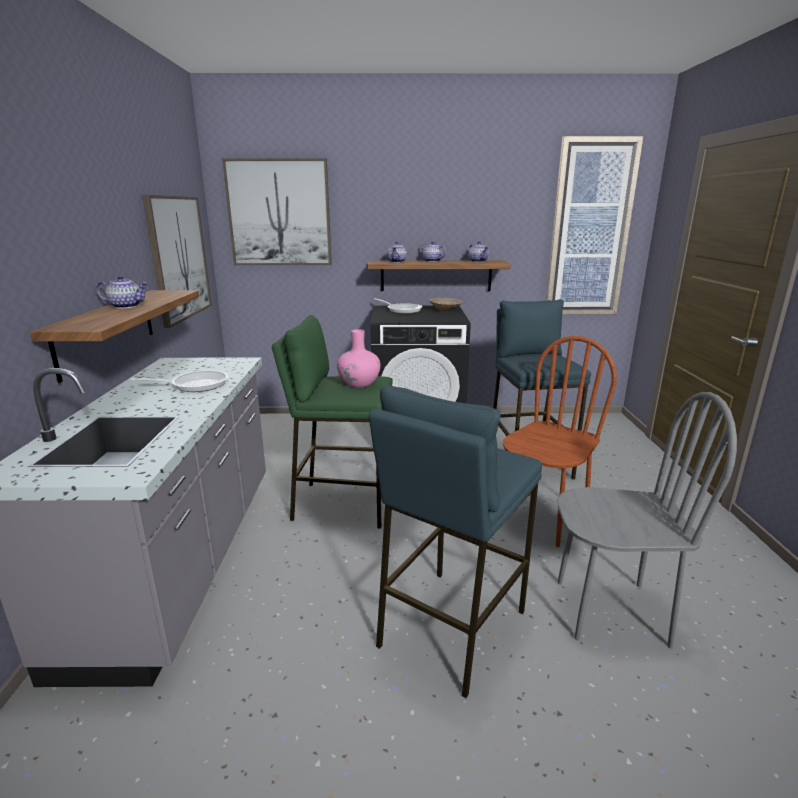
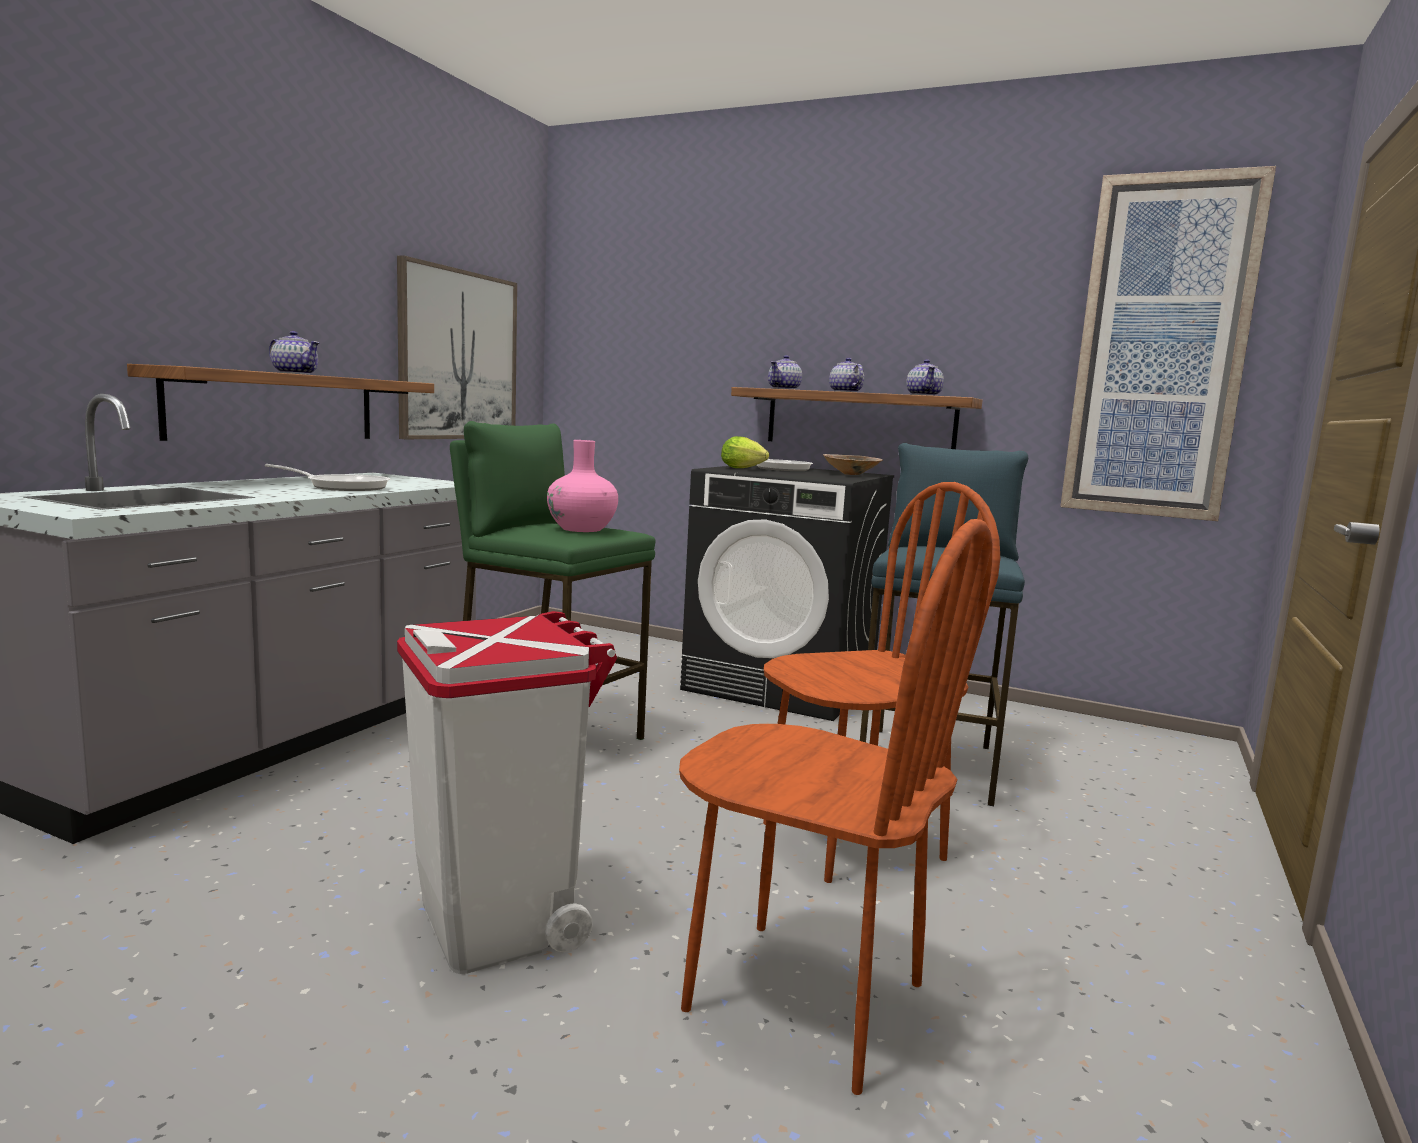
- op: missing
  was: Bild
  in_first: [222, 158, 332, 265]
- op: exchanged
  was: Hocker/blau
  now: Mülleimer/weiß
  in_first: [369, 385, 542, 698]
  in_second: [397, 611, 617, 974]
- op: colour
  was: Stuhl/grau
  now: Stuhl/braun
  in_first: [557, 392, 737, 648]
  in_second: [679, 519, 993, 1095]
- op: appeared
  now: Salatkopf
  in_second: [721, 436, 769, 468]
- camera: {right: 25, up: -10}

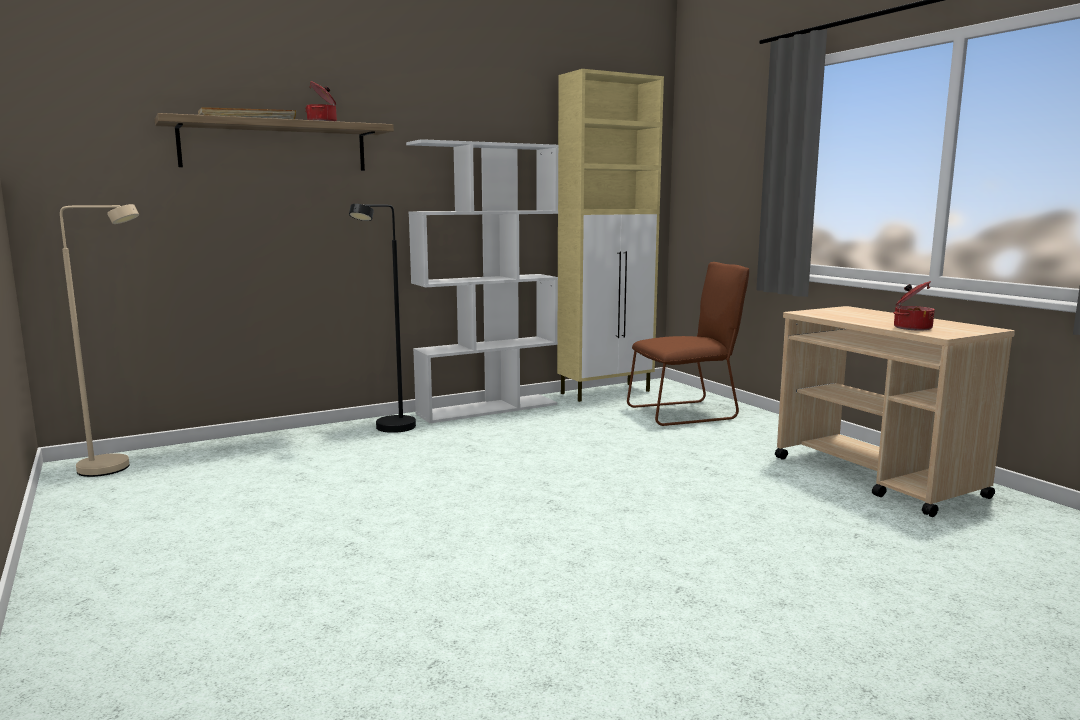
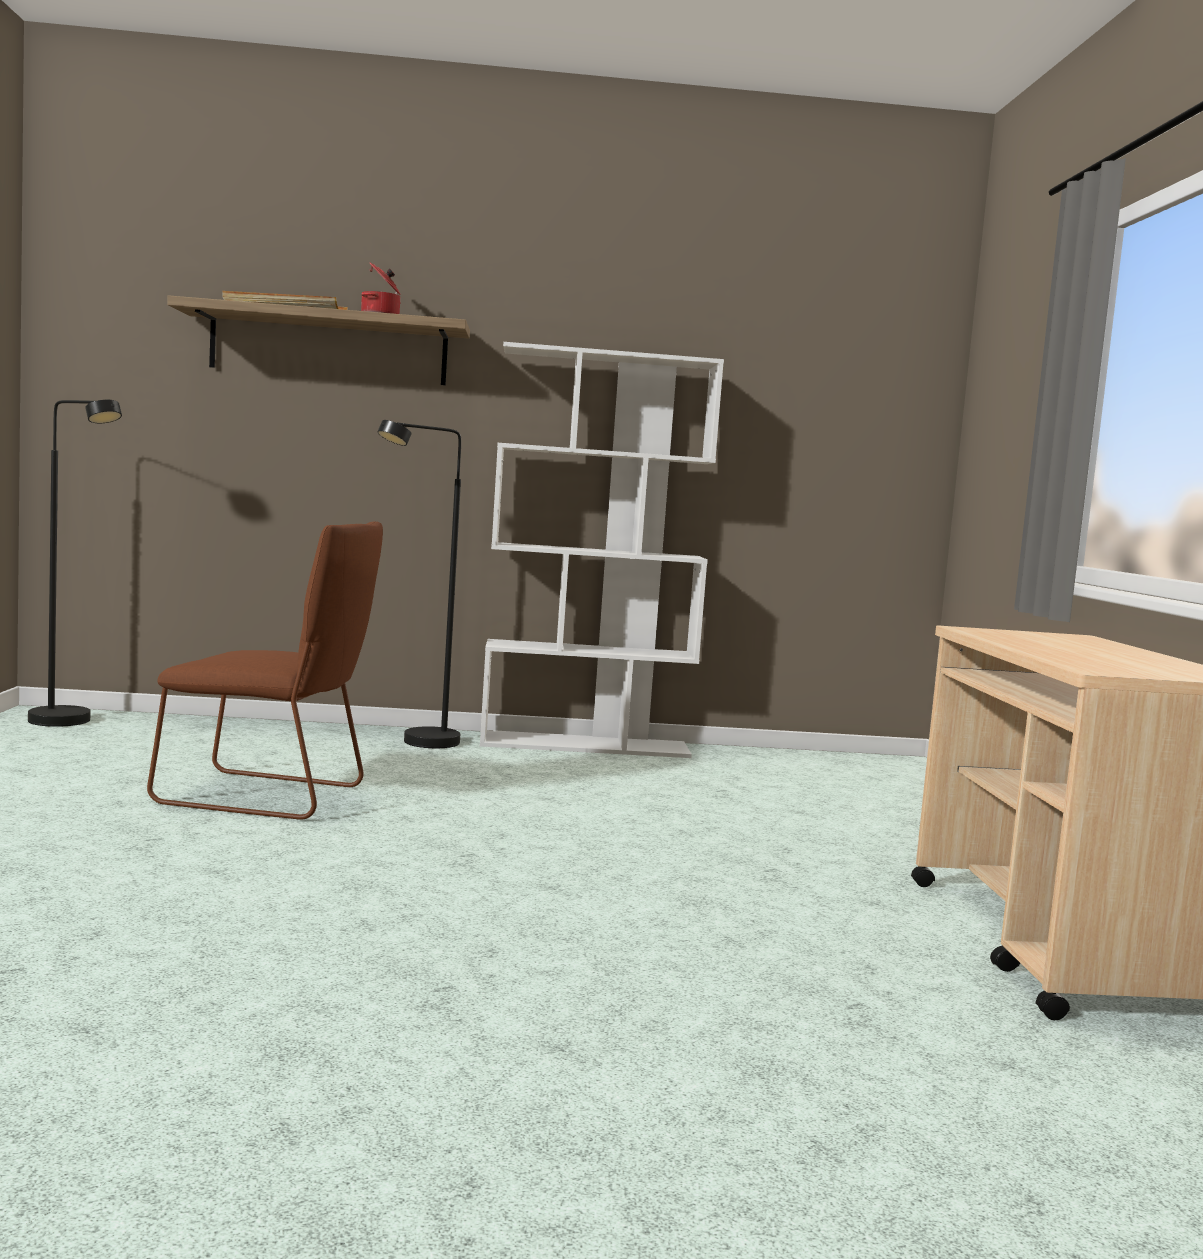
- op: colour
  was: Stehlampe/beige
  now: Stehlampe/schwarz
  in_first: [60, 204, 139, 477]
  in_second: [28, 400, 122, 727]
- op: missing
  was: Schrank/beige
  in_first: [557, 69, 664, 402]
- op: relocated
  was: Stuhl/braun
  in_first: [627, 262, 749, 426]
  in_second: [147, 522, 383, 820]
- op: missing
  was: Kochtopf
  in_first: [894, 281, 935, 331]
- camera: {right: 25, up: -5}

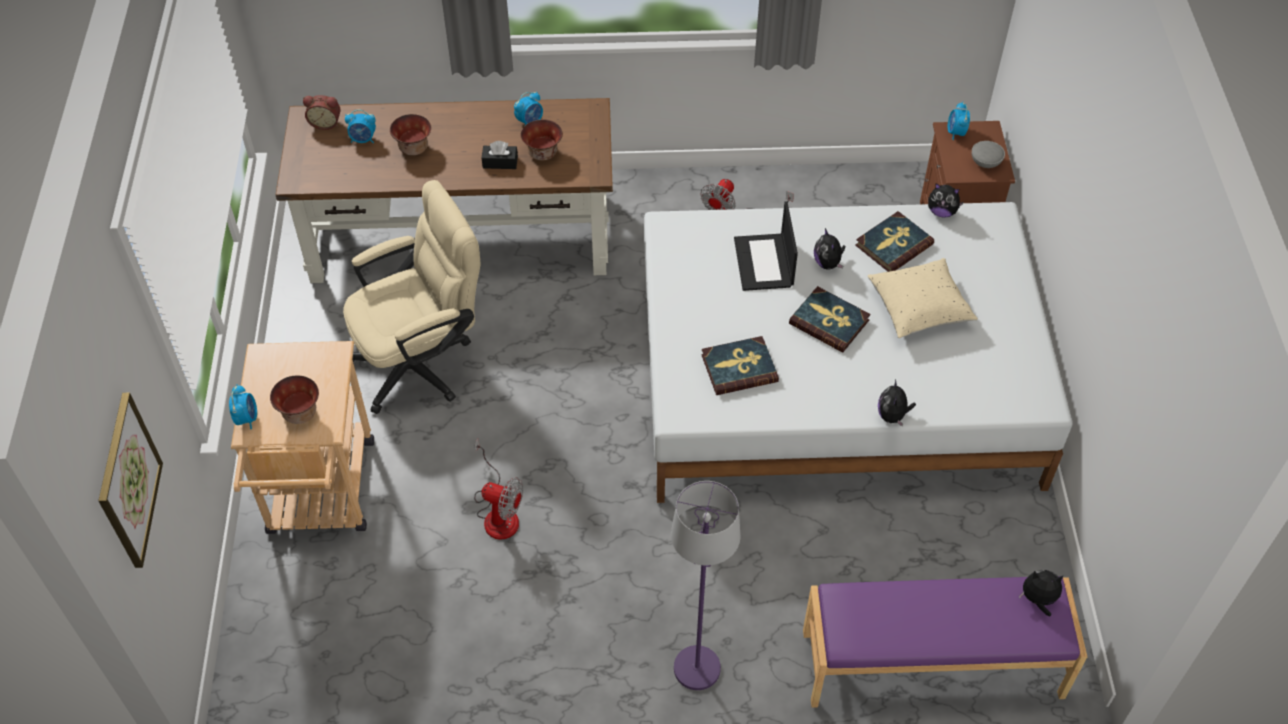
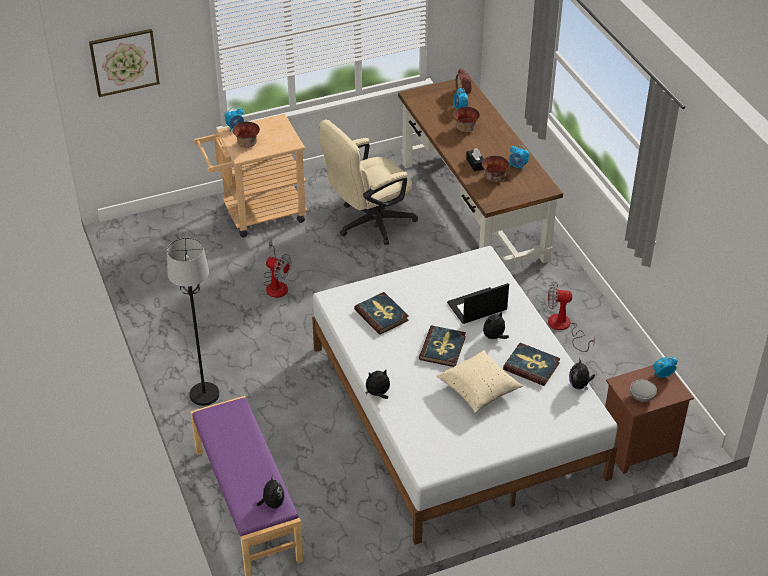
- op: spun
  was: Bürostuhl/beige
  in_first: [343, 180, 480, 414]
  in_second: [318, 120, 418, 245]
  clockwise: 105
- op: spun
  was: Ventilator
  in_first: [474, 438, 523, 540]
  in_second: [263, 240, 292, 298]
  clockwise: -60
- op: colour
  was: Stehlampe/lila
  now: Stehlampe/schwarz
  in_first: [671, 481, 741, 690]
  in_second: [167, 238, 219, 406]
- camera: {right: 70, up: -10}

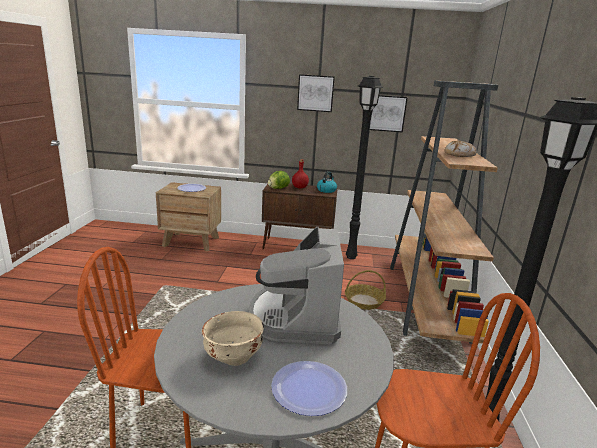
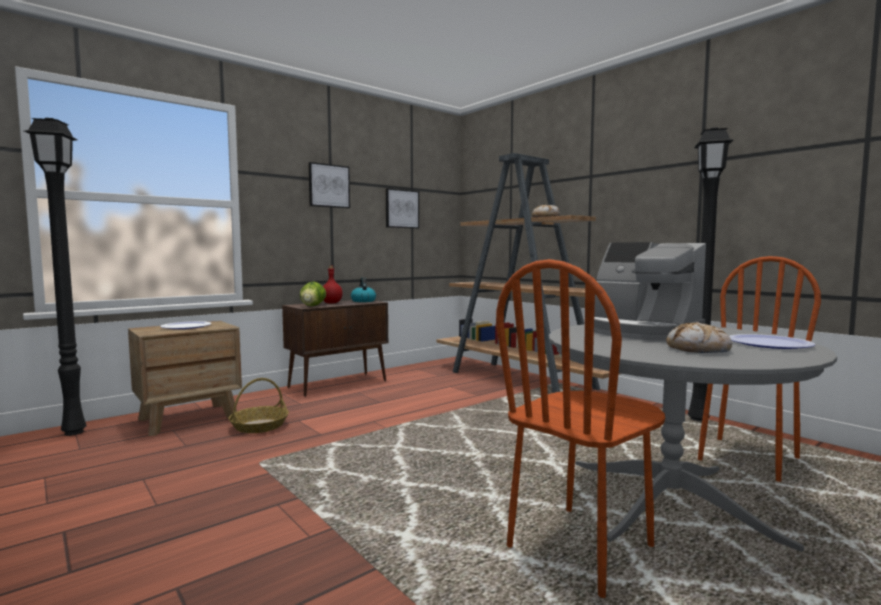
- op: exchanged
  was: Schüssel/beige
  now: Brot
  in_first: [202, 311, 264, 366]
  in_second: [666, 322, 732, 353]
- op: relocated
  was: Korb
  in_first: [345, 270, 386, 310]
  in_second: [229, 378, 289, 433]
- op: relocated
  was: Stehlampe/schwarz
  in_first: [346, 76, 383, 259]
  in_second: [24, 118, 87, 436]
- camera: {right: -45, up: -15}

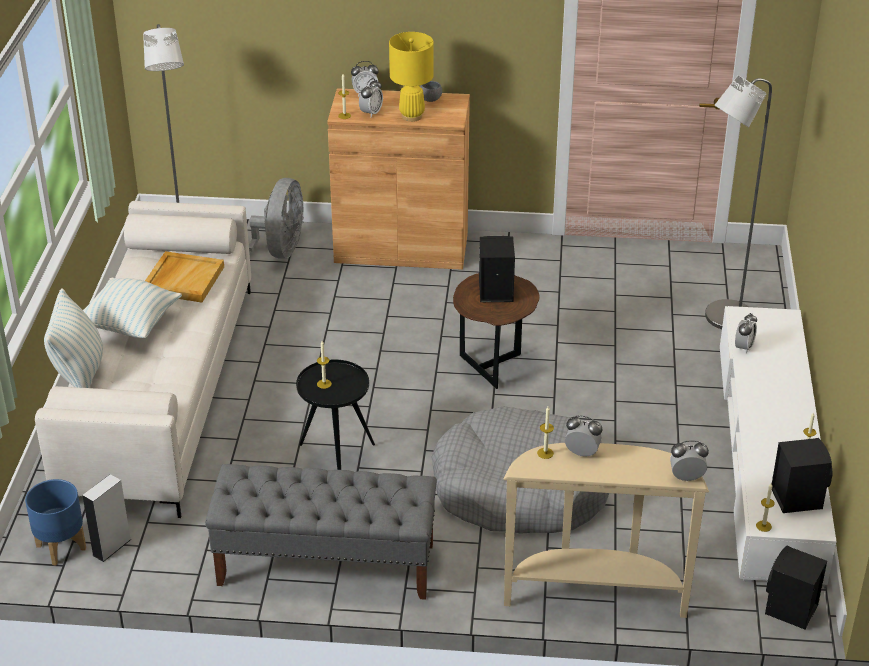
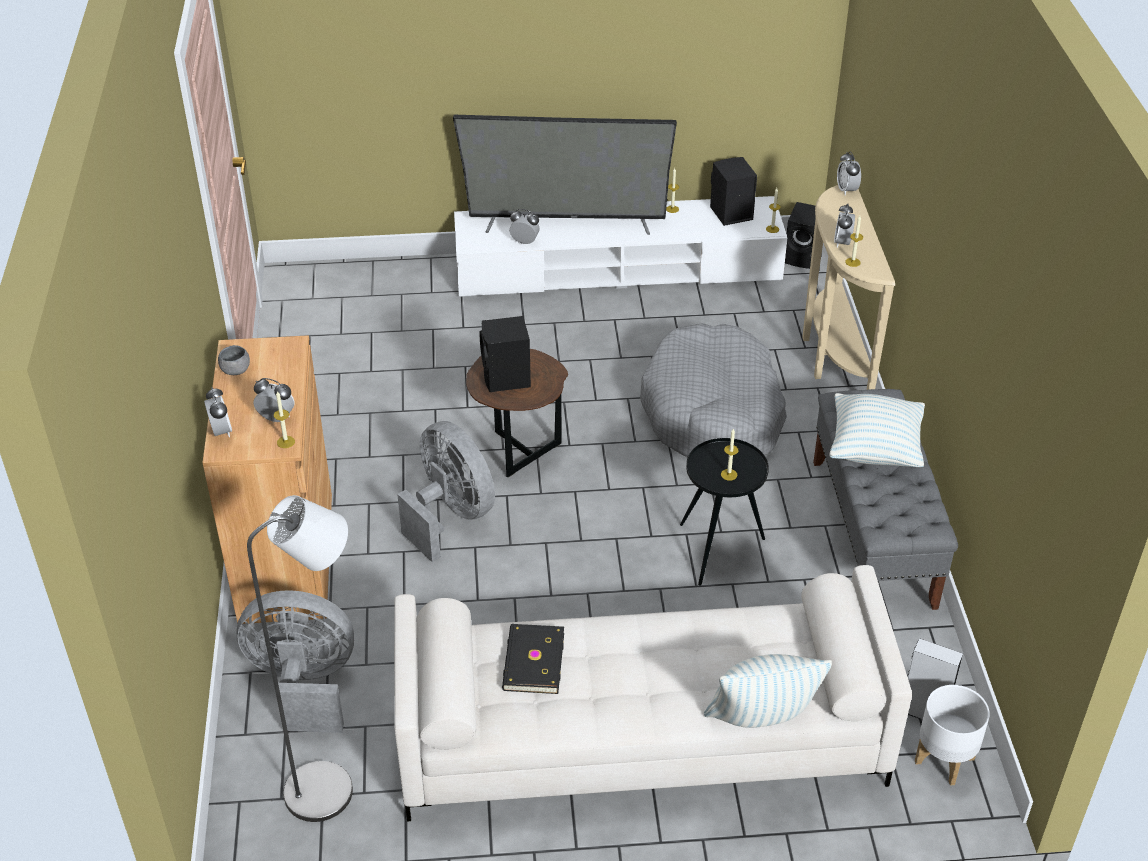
- op: colour
  was: Pflanzkübel/blau
  now: Pflanzkübel/weiß
  in_first: [25, 479, 86, 565]
  in_second: [915, 685, 990, 786]
- op: relocated
  was: Kissen
  in_first: [83, 278, 182, 338]
  in_second: [829, 393, 925, 467]
- op: exchanged
  was: Tablett/beige
  now: Buch/schwarz
  in_first: [145, 251, 224, 302]
  in_second: [502, 624, 564, 694]
- op: missing
  was: Tischlampe/gelb
  in_first: [389, 32, 434, 122]
- op: missing
  was: Stehlampe/grau
  in_first: [705, 75, 772, 329]
- op: appeared
  now: Ventilator/grau
  in_second: [397, 421, 495, 562]
- op: appeared
  now: Fernseher
  in_second: [453, 115, 677, 235]
- camera: {right: -100, up: 5}

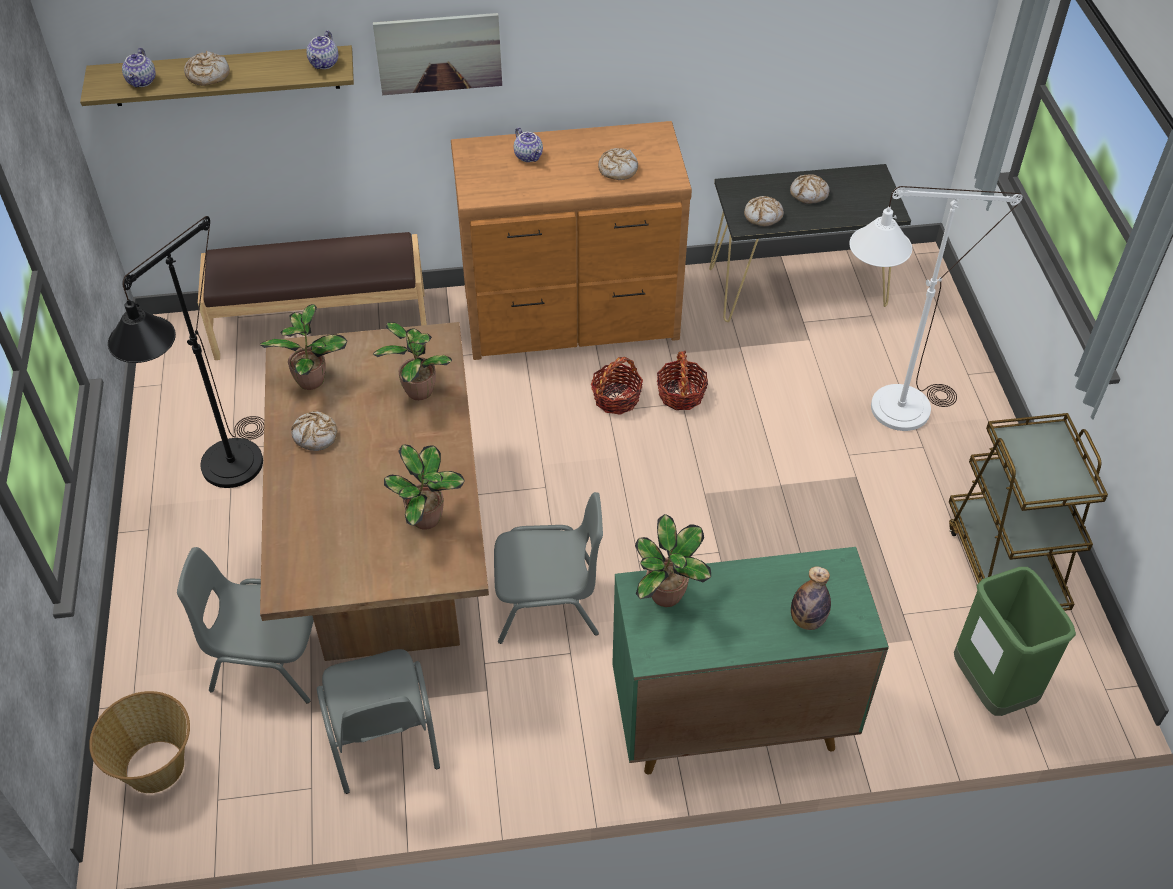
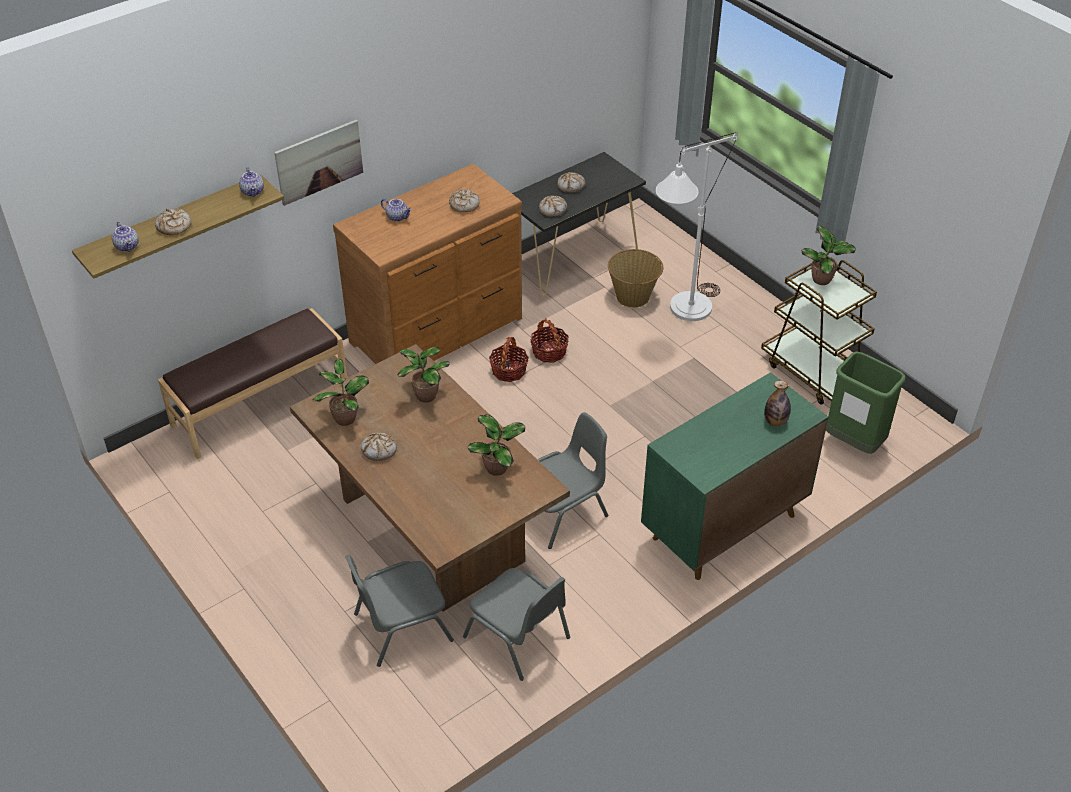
- op: relocated
  was: Korb
  in_first: [89, 691, 190, 793]
  in_second: [608, 249, 663, 308]
- op: missing
  was: Stehlampe/schwarz
  in_first: [108, 216, 264, 488]
- op: relocated
  was: Topfpflanze
  in_first: [635, 514, 711, 607]
  in_second: [801, 226, 856, 285]
- camera: {right: -30, up: -5}

